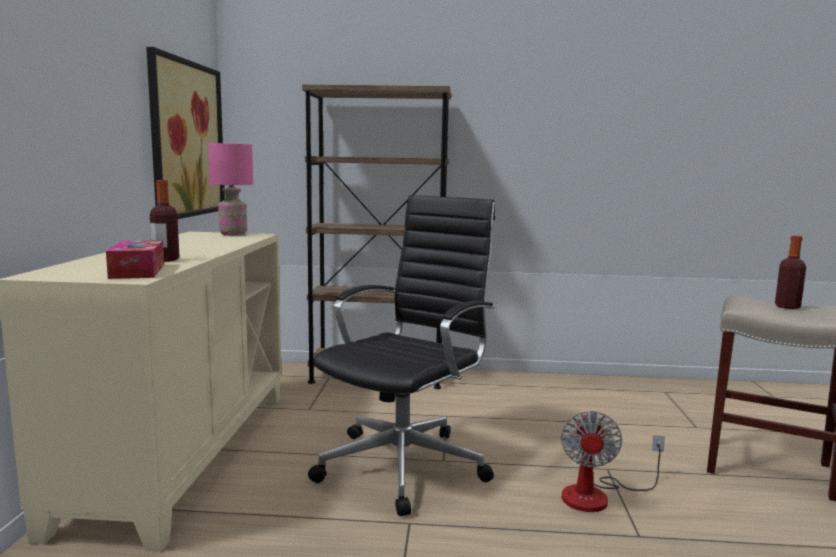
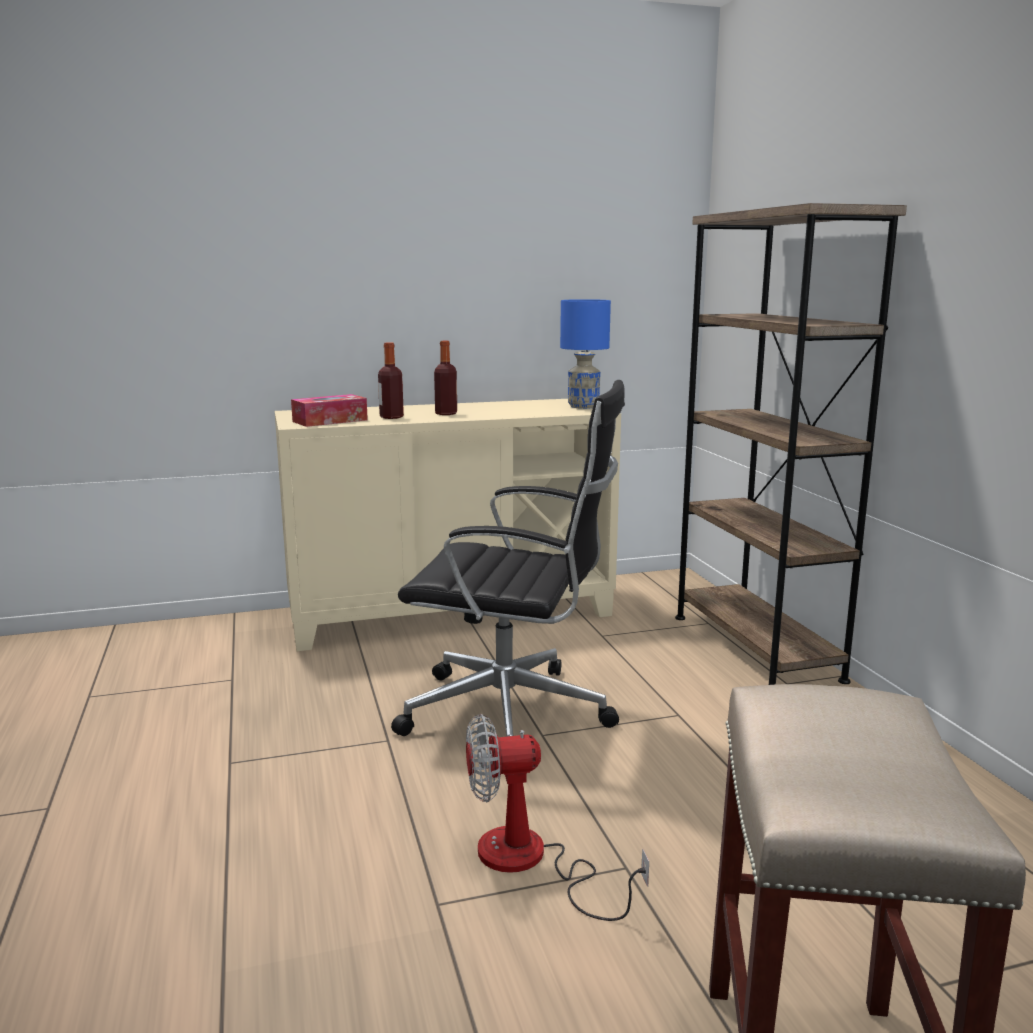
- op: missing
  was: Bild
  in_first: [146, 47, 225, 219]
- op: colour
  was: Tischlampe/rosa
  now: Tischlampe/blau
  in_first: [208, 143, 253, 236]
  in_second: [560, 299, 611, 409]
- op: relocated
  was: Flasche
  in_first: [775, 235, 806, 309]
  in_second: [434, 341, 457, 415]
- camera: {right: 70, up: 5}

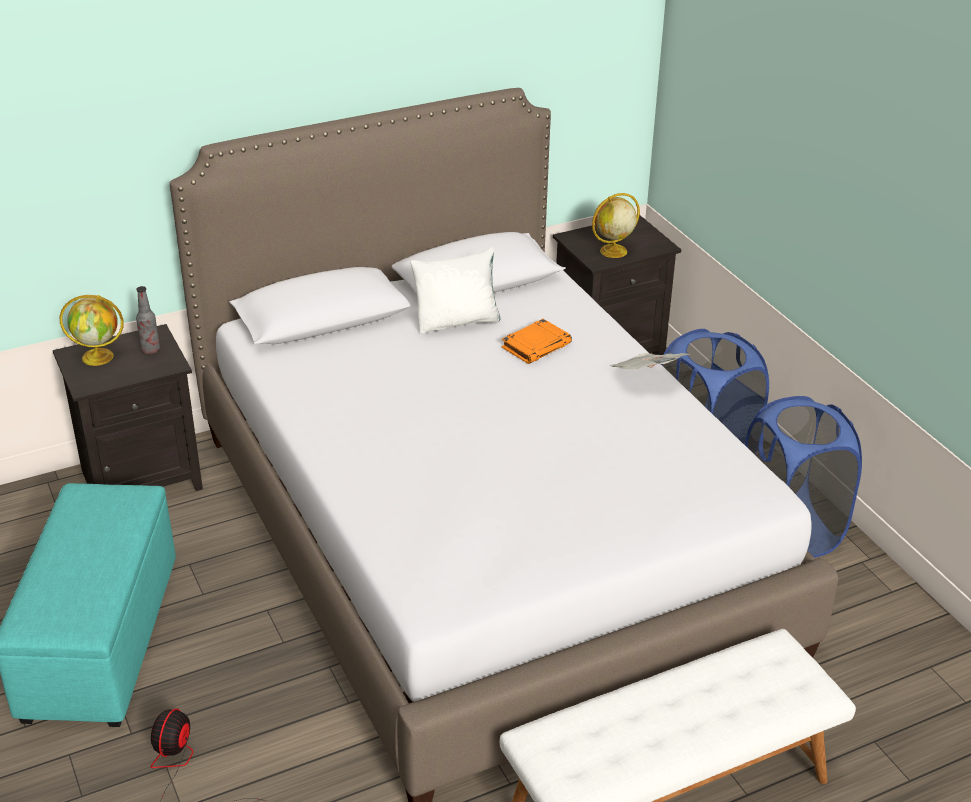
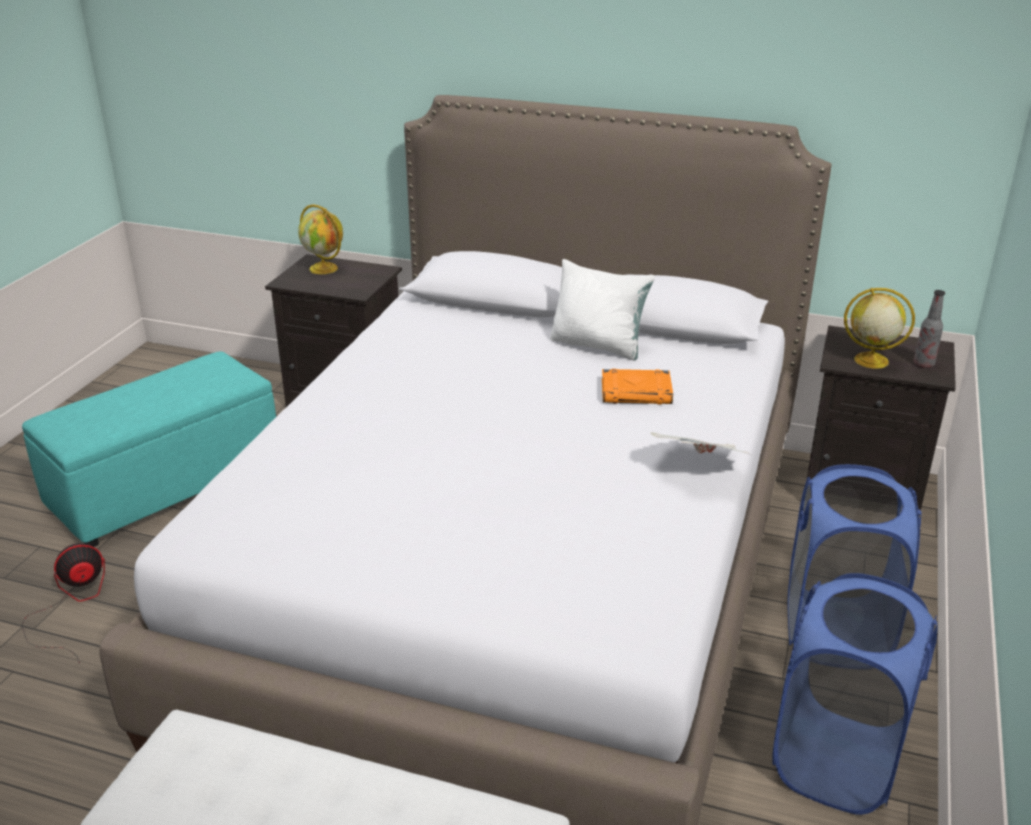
- op: relocated
  was: Flasche
  in_first: [136, 286, 160, 354]
  in_second: [914, 290, 945, 368]
- camera: {right: 45, up: -5}

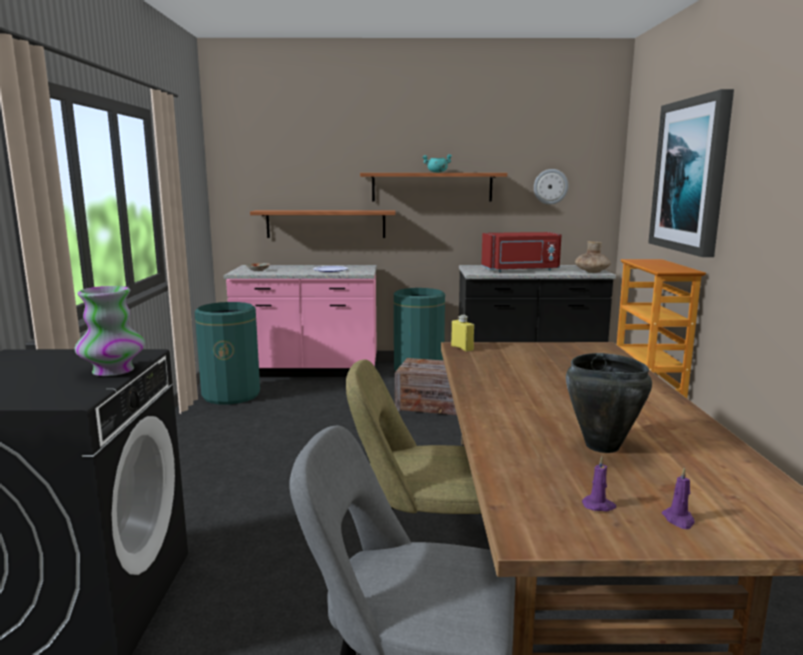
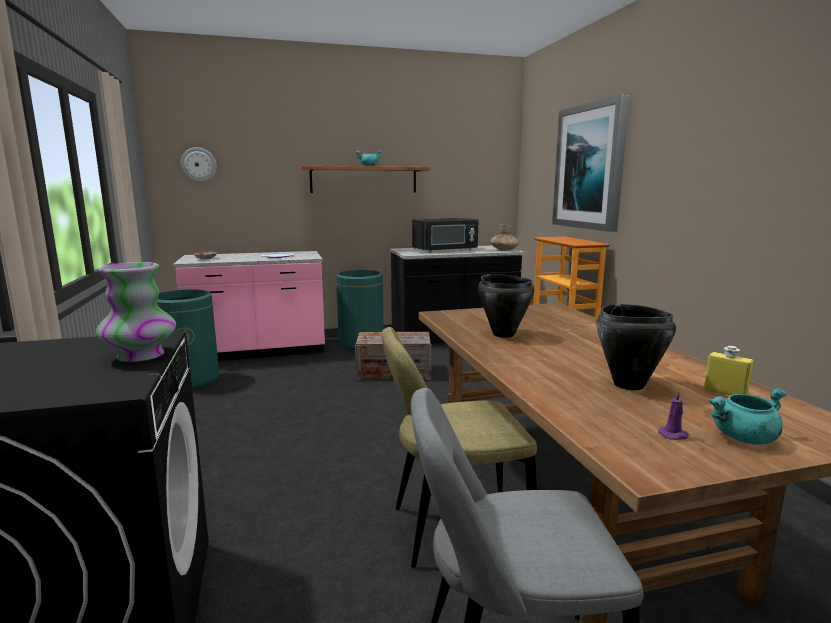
- op: missing
  was: Wandregal
  in_first: [250, 210, 395, 238]
- op: relocated
  was: Flasche/gelb
  in_first: [451, 315, 474, 352]
  in_second: [704, 346, 753, 395]
- op: colour
  was: Mikrowelle/rot
  now: Mikrowelle/schwarz
  in_first: [481, 232, 562, 272]
  in_second: [412, 218, 479, 253]
- op: relocated
  was: Wanduhr
  in_first: [534, 169, 568, 205]
  in_second: [180, 147, 217, 182]
- op: exchanged
  was: Kerze/lila
  now: Kochtopf/türkis
  in_first: [662, 467, 695, 529]
  in_second: [709, 388, 787, 445]
- op: appeared
  now: Kochtopf/schwarz
  in_second: [478, 274, 534, 338]
- camera: {right: -15, up: 0}

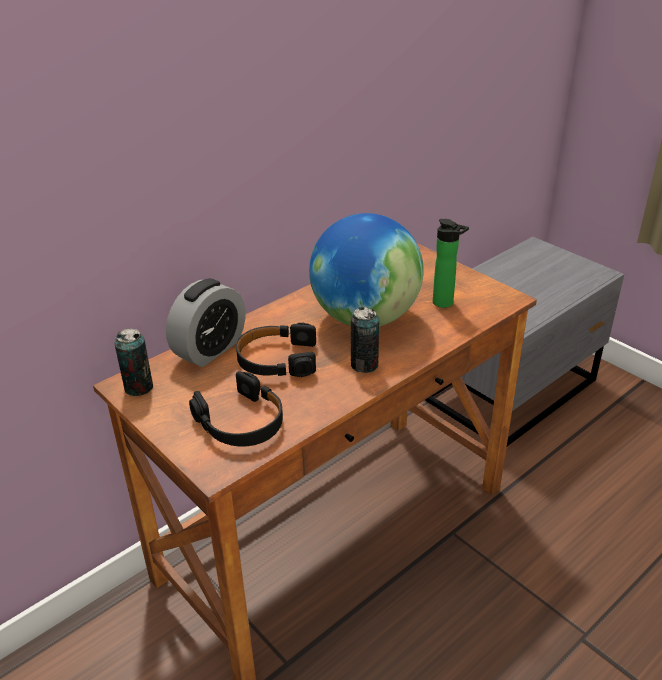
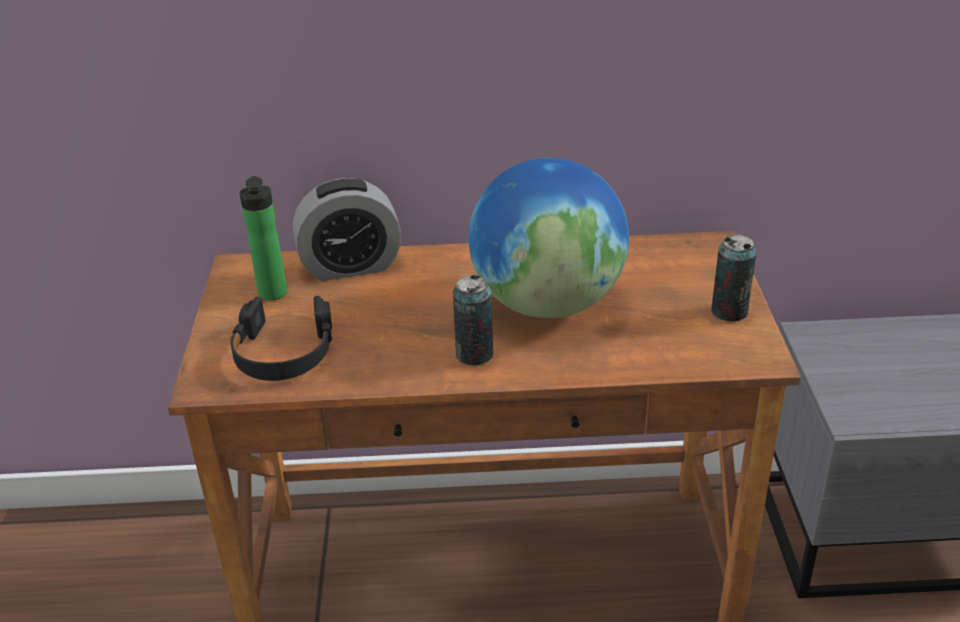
- op: relocated
  was: Dose
  in_first: [115, 329, 153, 396]
  in_second: [711, 234, 756, 322]
- op: missing
  was: Kopfhörer/schwarz
  in_first: [236, 323, 316, 377]
- op: relocated
  was: Flasche
  in_first: [433, 219, 469, 308]
  in_second: [239, 176, 287, 301]
- camera: {right: 40, up: 0}

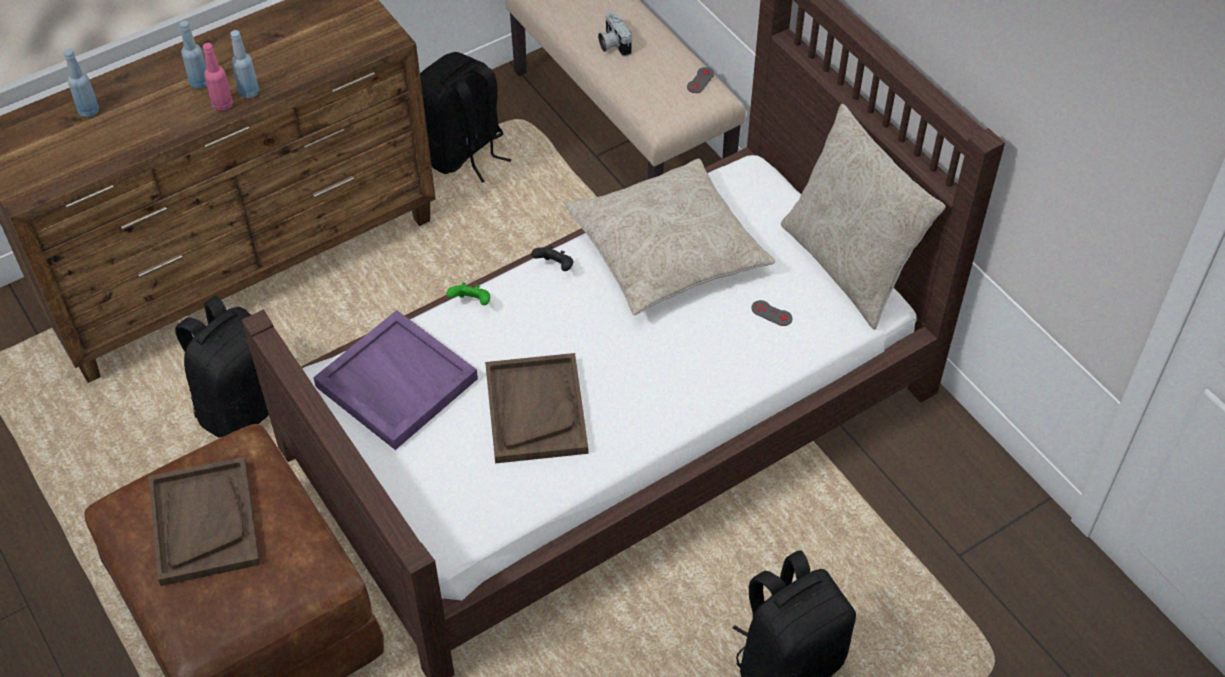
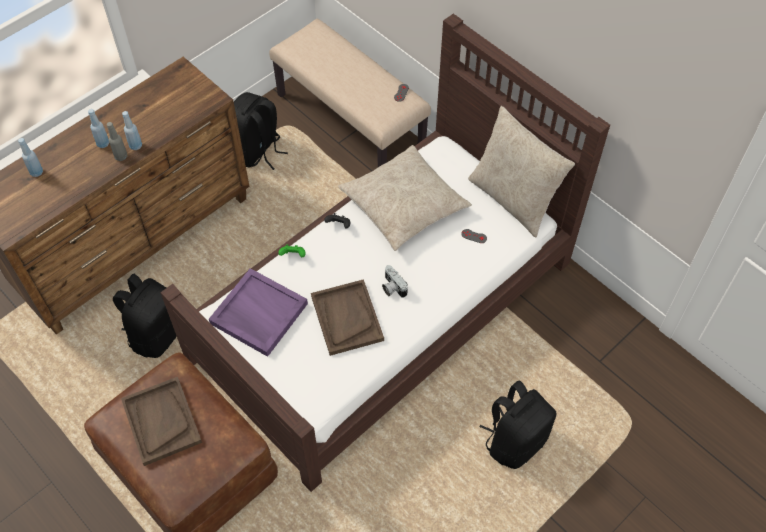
- op: colour
  was: Flasche/rosa
  now: Flasche/grau
  in_first: [203, 43, 233, 111]
  in_second: [107, 122, 127, 161]
- op: relocated
  was: Kamera
  in_first: [598, 11, 632, 57]
  in_second: [382, 265, 408, 298]
- camera: {right: -10, up: 5}

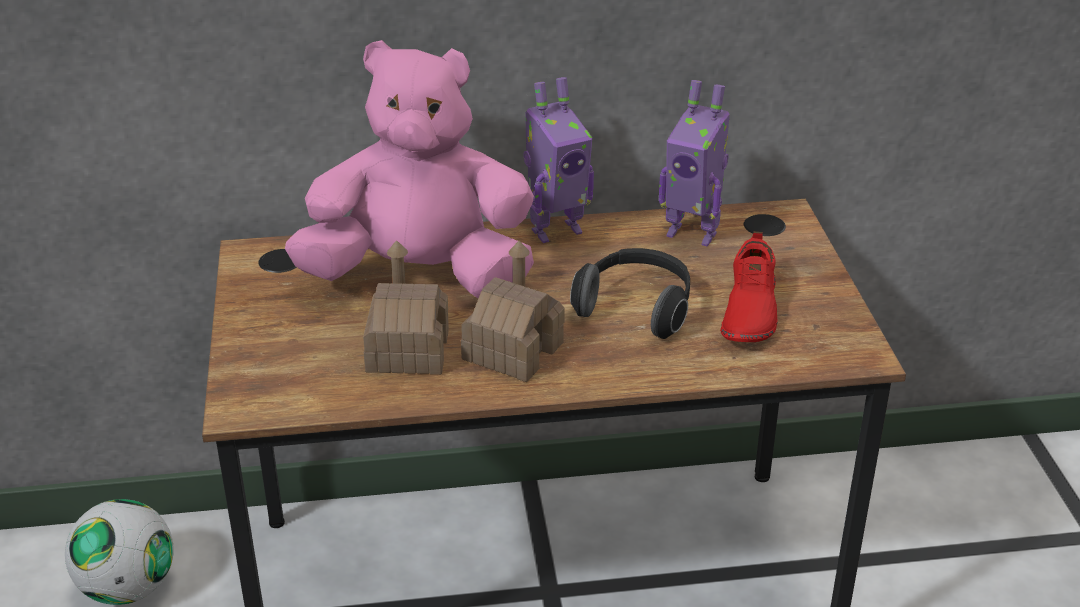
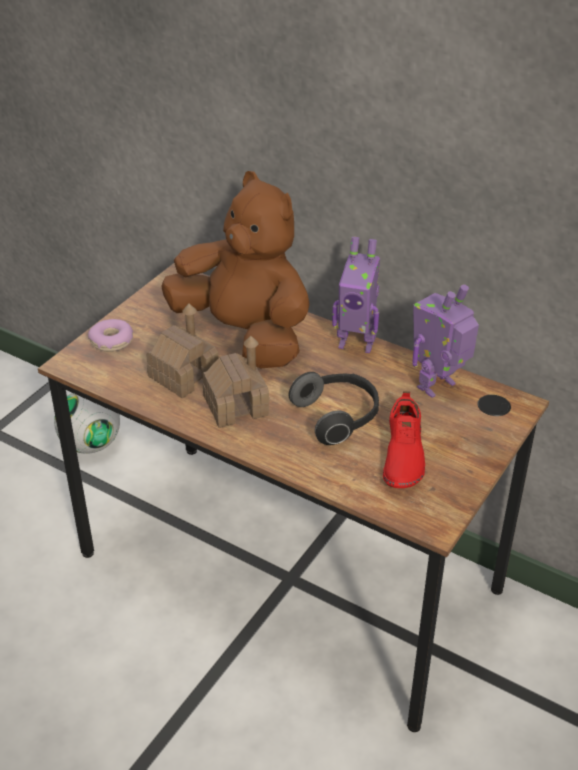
- op: colour
  was: Plüschtier/rosa
  now: Plüschtier/braun
  in_first: [285, 40, 534, 298]
  in_second: [161, 171, 310, 368]
- op: spun
  was: Spielzeugroboter
  in_first: [659, 80, 730, 246]
  in_second: [412, 284, 479, 398]
  clockwise: 75
- op: spun
  was: Schuh/rot
  in_first: [720, 231, 778, 342]
  in_second: [383, 392, 425, 488]
  clockwise: -45
- op: appeared
  now: Donut
  in_second: [88, 319, 133, 352]
- camera: {right: 40, up: 5}

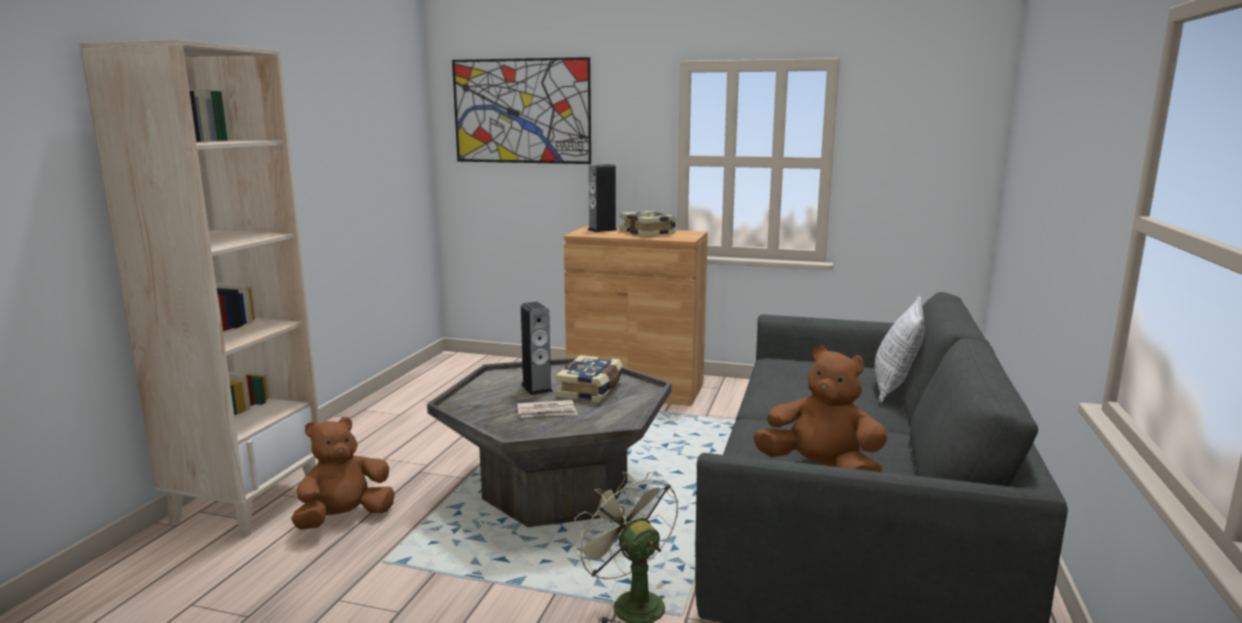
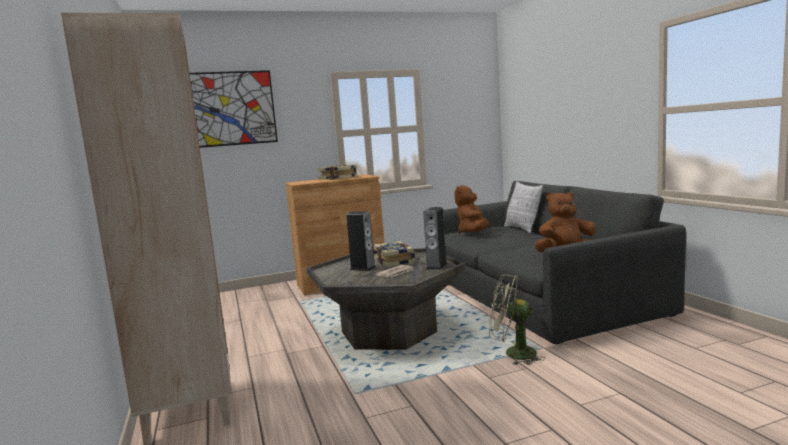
- op: relocated
  was: Plüschtier/braun
  in_first: [291, 417, 395, 530]
  in_second: [454, 185, 488, 234]
- op: relocated
  was: Lautsprecher
  in_first: [588, 164, 617, 232]
  in_second: [423, 207, 447, 270]
- camera: {right: -35, up: -5}

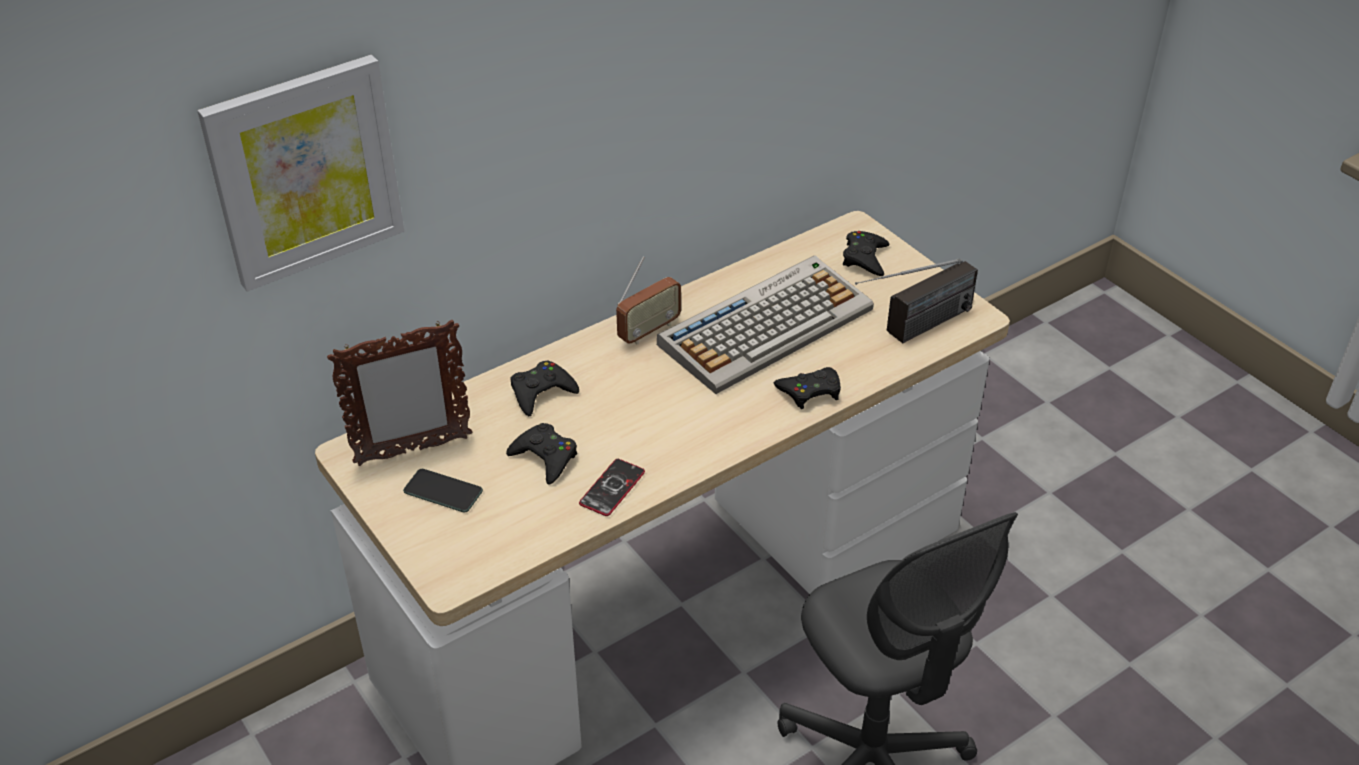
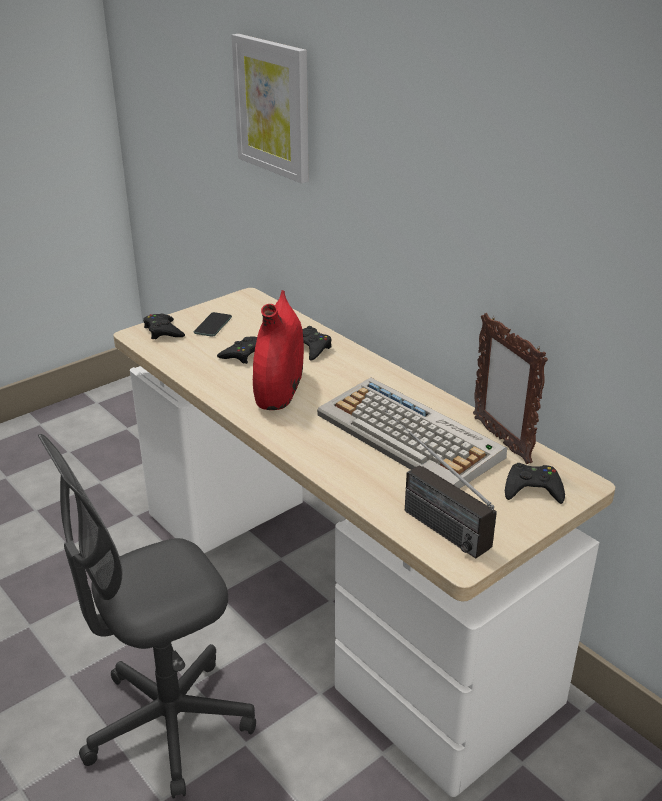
- op: relocated
  was: Bilderrahmen
  in_first: [327, 320, 472, 466]
  in_second: [473, 313, 548, 464]
- op: missing
  was: Handy
  in_first: [579, 459, 645, 516]
- op: missing
  was: Radio
  in_first: [616, 257, 681, 344]
- op: relocated
  was: Gamepad/schwarz
  in_first: [774, 367, 841, 409]
  in_second: [143, 314, 185, 339]
- op: appeared
  now: Vase/rot
  in_second: [253, 290, 304, 410]
- camera: {right: 85, up: -10}

